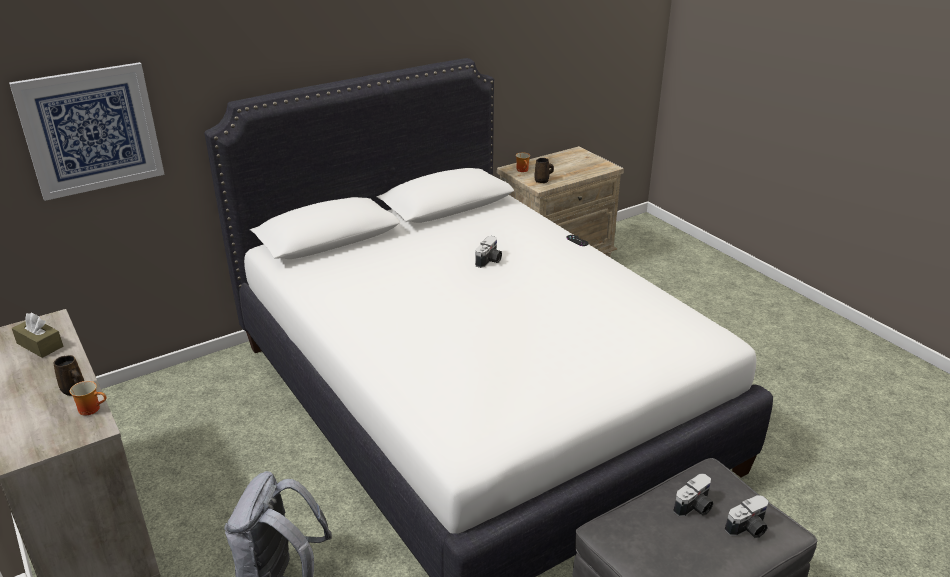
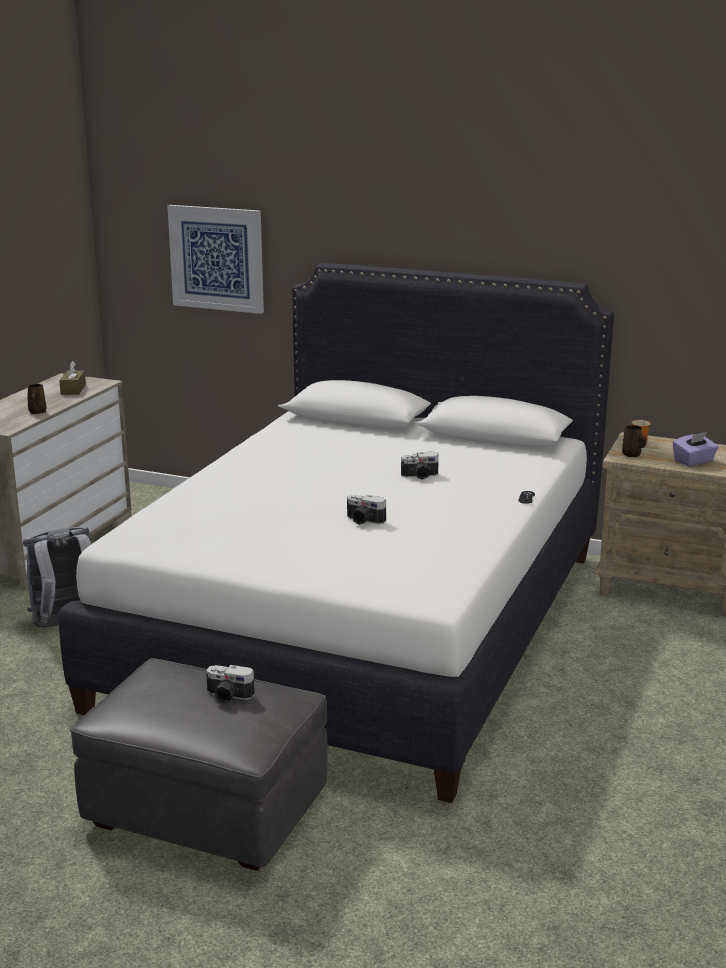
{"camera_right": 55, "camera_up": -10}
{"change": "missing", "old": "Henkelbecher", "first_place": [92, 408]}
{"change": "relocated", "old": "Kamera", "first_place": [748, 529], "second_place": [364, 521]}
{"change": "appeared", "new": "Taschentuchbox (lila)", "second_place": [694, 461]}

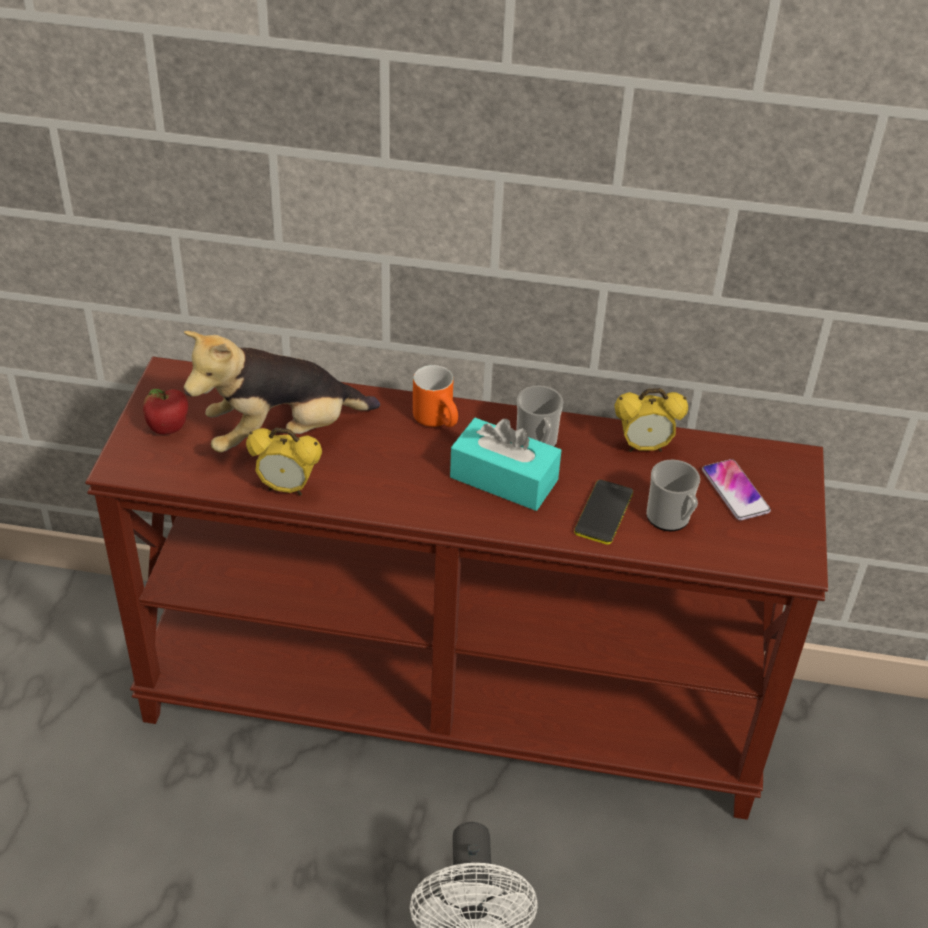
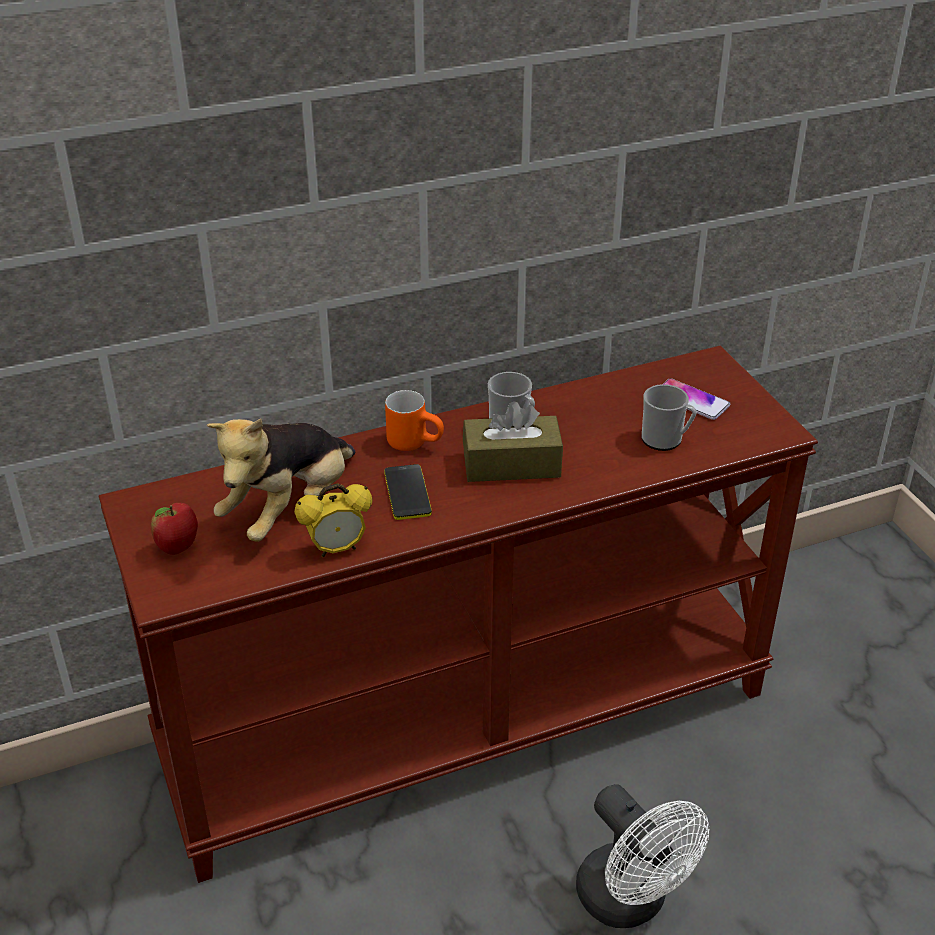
{"camera_right": -30, "camera_up": -5}
{"change": "missing", "old": "Wecker", "first_place": [644, 447]}
{"change": "colour", "old": "Taschentuchbox (türkis)", "new": "Taschentuchbox (braun)", "first_place": [504, 479], "second_place": [511, 464]}
{"change": "relocated", "old": "Handy", "first_place": [604, 512], "second_place": [407, 493]}

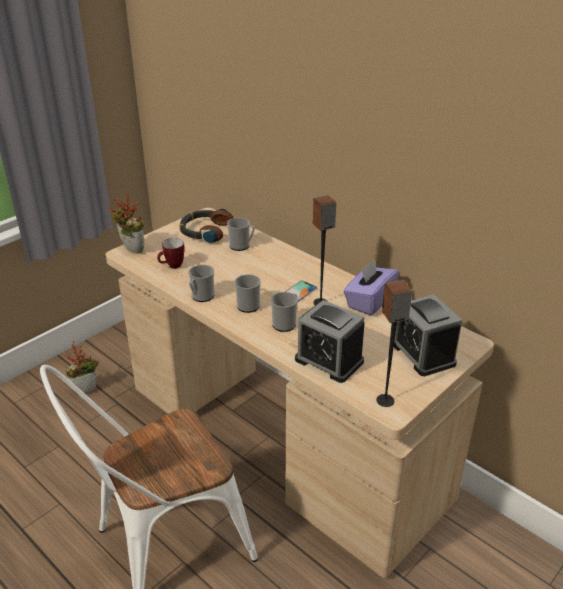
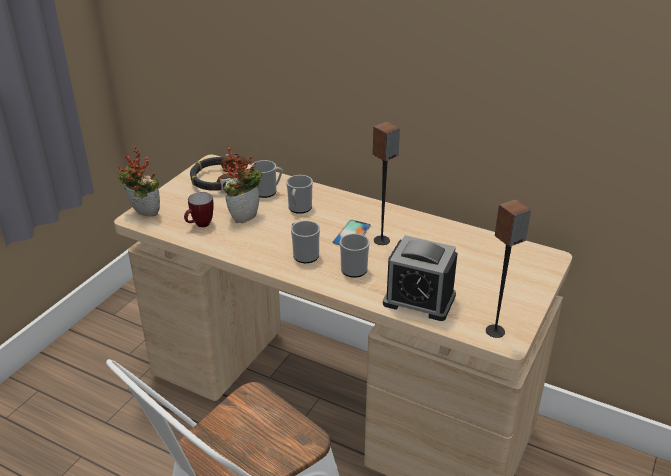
{"camera_right": -15, "camera_up": 0}
{"change": "missing", "old": "Taschentuchbox (lila)", "first_place": [369, 301]}
{"change": "relocated", "old": "Henkelbecher", "first_place": [201, 297], "second_place": [299, 209]}
{"change": "missing", "old": "Wecker", "first_place": [423, 354]}
{"change": "relocated", "old": "Topfpflanze", "first_place": [86, 389], "second_place": [244, 216]}

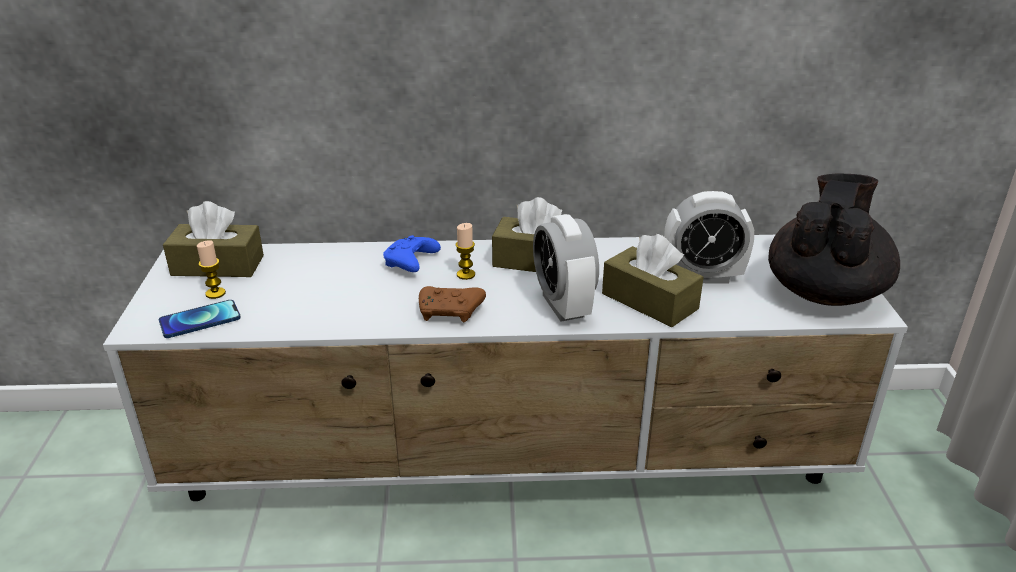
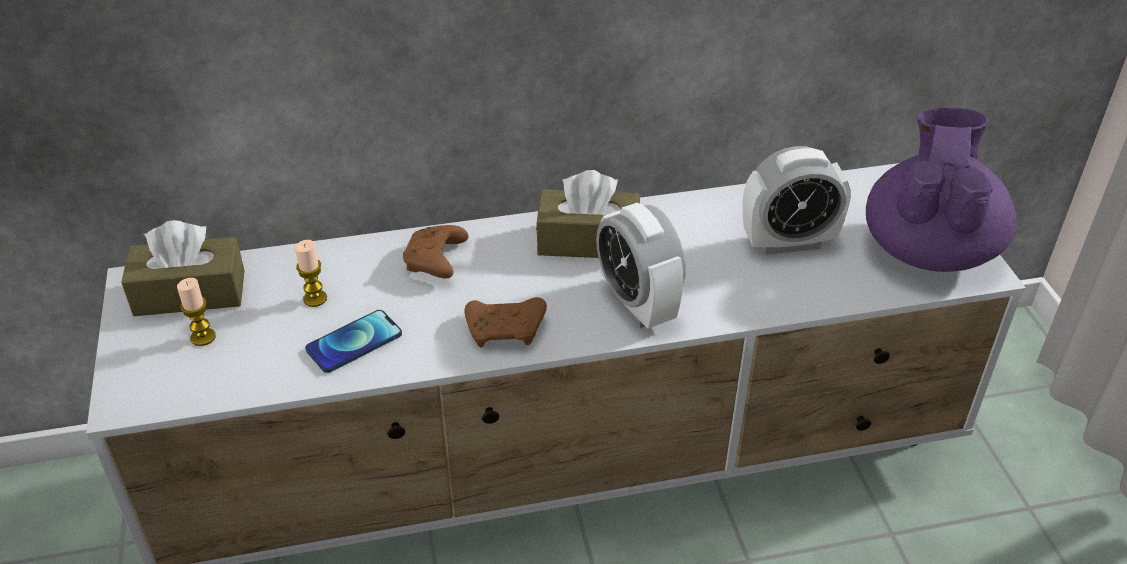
{"camera_right": -10, "camera_up": 10}
{"change": "colour", "old": "Teekanne (schwarz)", "new": "Teekanne (lila)", "first_place": [824, 291], "second_place": [929, 248]}
{"change": "relocated", "old": "Kerze", "first_place": [466, 274], "second_place": [315, 298]}
{"change": "missing", "old": "Taschentuchbox (braun)", "first_place": [649, 301]}
{"change": "colour", "old": "Gamepad (blau)", "new": "Gamepad (braun)", "first_place": [411, 263], "second_place": [436, 262]}
{"change": "relocated", "old": "Handy", "first_place": [200, 320], "second_place": [354, 342]}

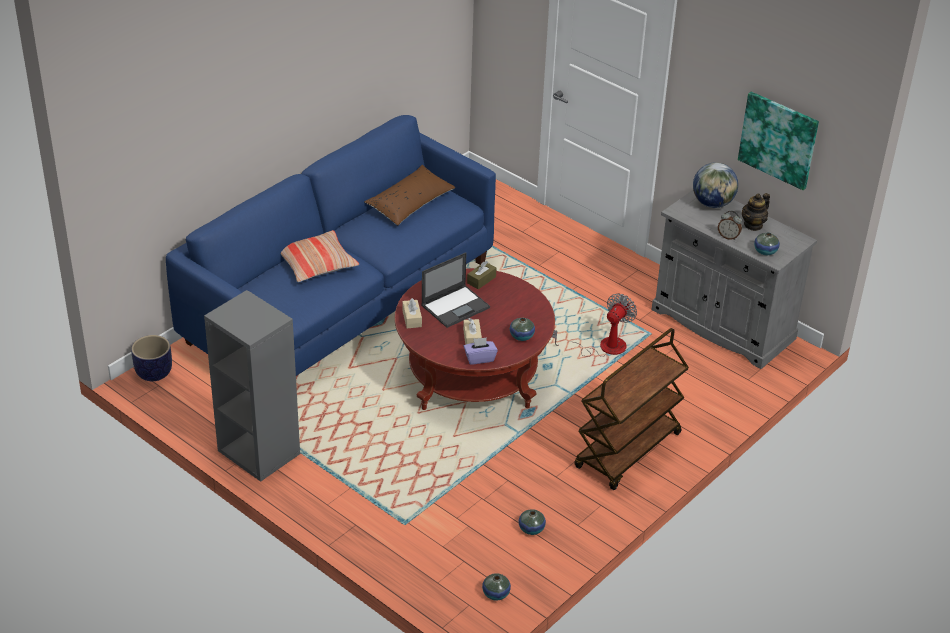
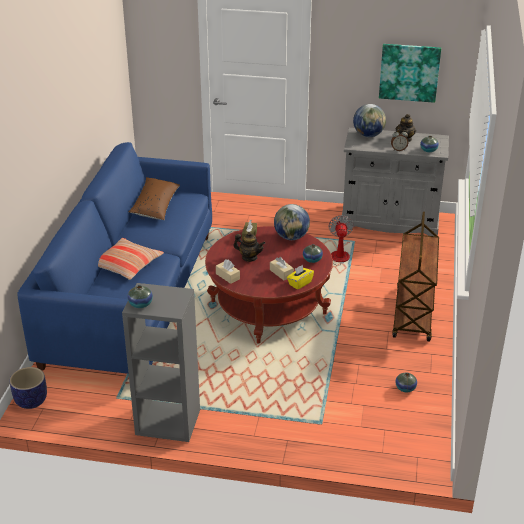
{"camera_right": -30, "camera_up": -5}
{"change": "exchanged", "old": "Laptop", "new": "Teekanne", "first_place": [456, 306], "second_place": [249, 258]}
{"change": "colour", "old": "Taschentuchbox (lila)", "new": "Taschentuchbox (gelb)", "first_place": [479, 358], "second_place": [300, 283]}
{"change": "relocated", "old": "Vase", "first_place": [496, 594], "second_place": [140, 304]}
{"change": "appeared", "new": "Globus", "second_place": [291, 237]}

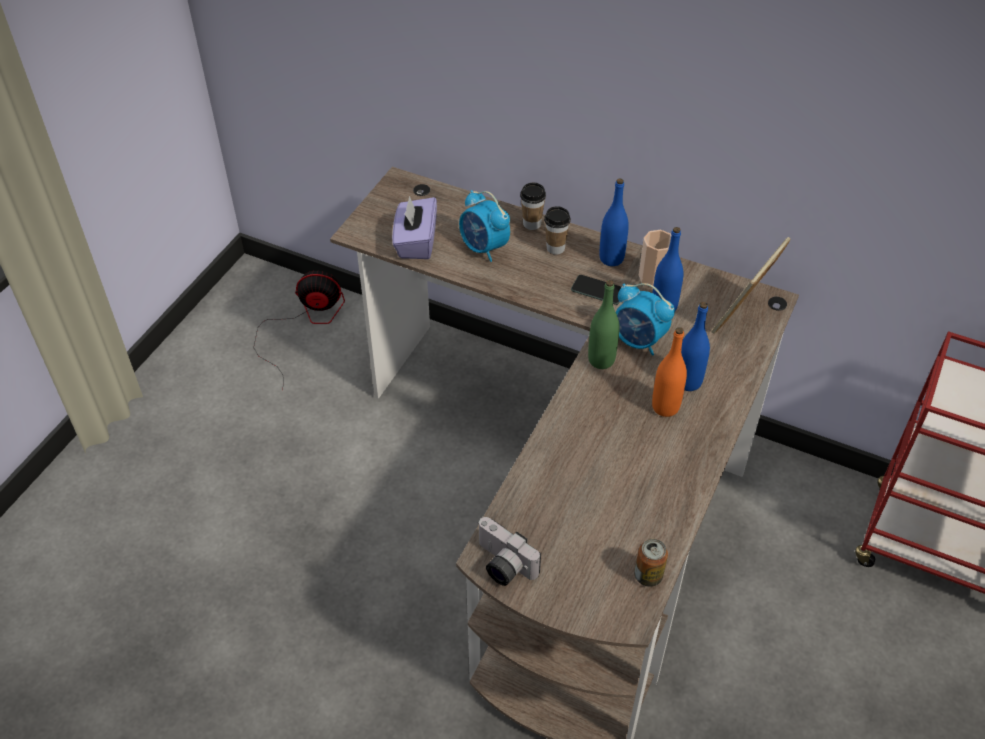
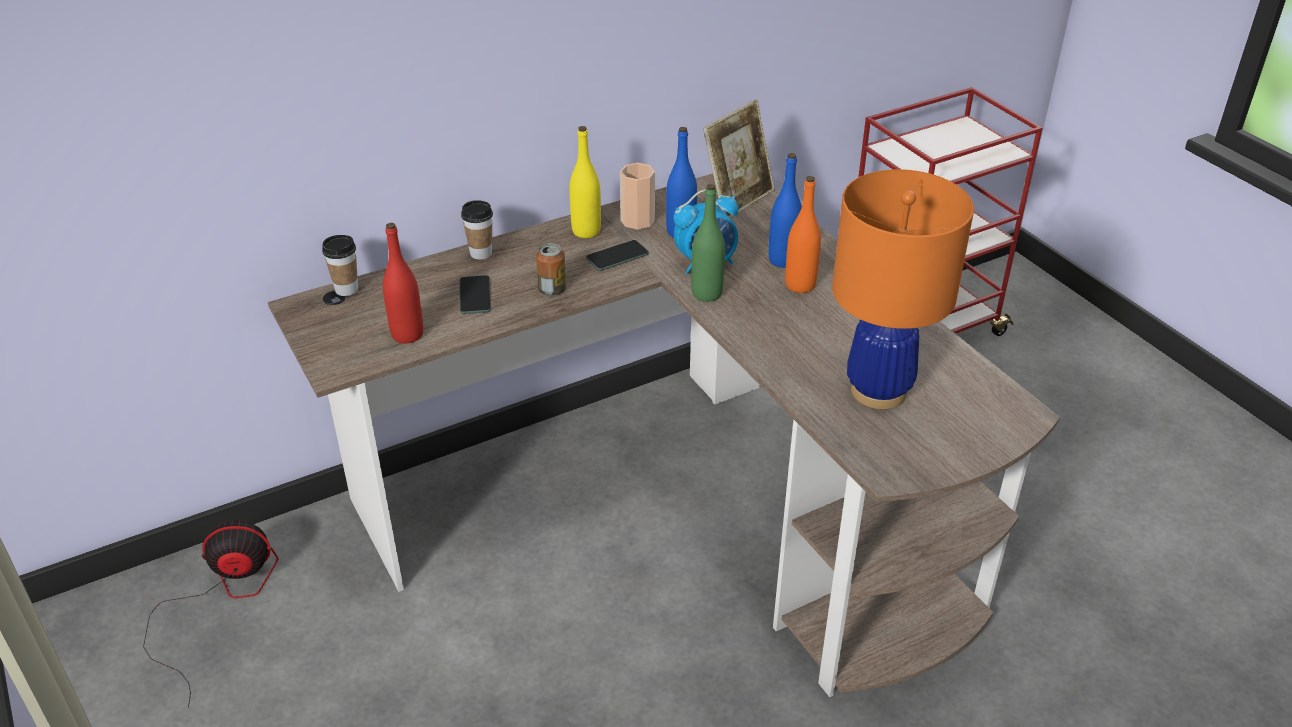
{"camera_right": -55, "camera_up": -10}
{"change": "colour", "old": "Flasche (blau)", "new": "Flasche (gelb)", "first_place": [611, 258], "second_place": [586, 231]}
{"change": "exchanged", "old": "Wecker", "new": "Handy", "first_place": [484, 248], "second_place": [475, 295]}
{"change": "exchanged", "old": "Taschentuchbox (lila)", "new": "Flasche (rot)", "first_place": [416, 242], "second_place": [407, 335]}
{"change": "relocated", "old": "Tasse", "first_place": [555, 248], "second_place": [346, 289]}
{"change": "spun", "old": "Bilderrahmen", "first_place": [742, 317], "second_place": [738, 200], "degrees": -120}
{"change": "spun", "old": "Ventilator", "first_place": [304, 325], "second_place": [220, 602], "degrees": 45}
{"change": "missing", "old": "Kamera", "first_place": [502, 565]}
{"change": "relocated", "old": "Dose", "first_place": [648, 575], "second_place": [552, 290]}
{"change": "appeared", "new": "Tischlampe (orange)", "second_place": [879, 391]}

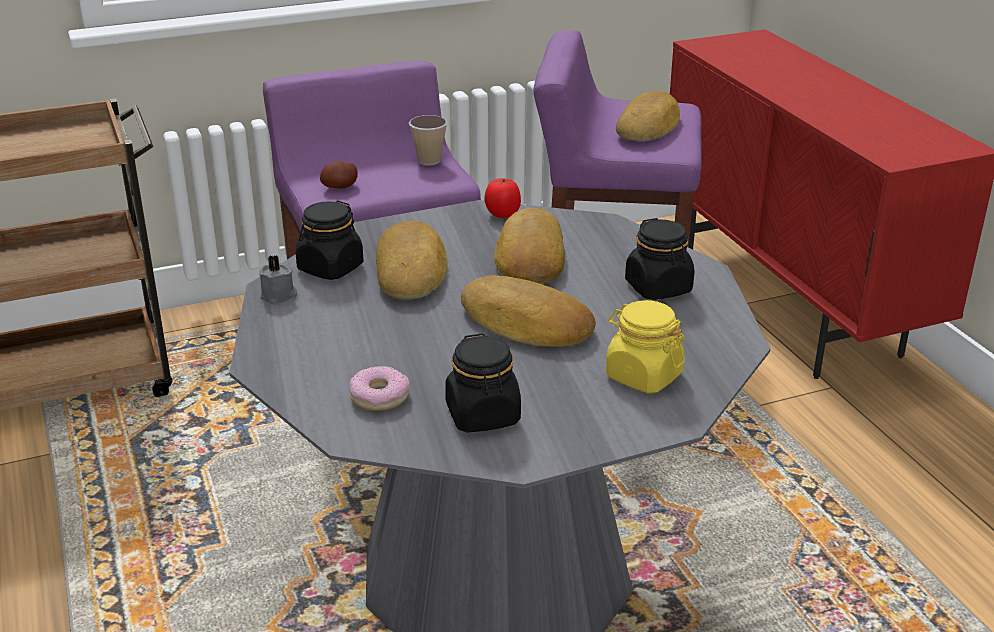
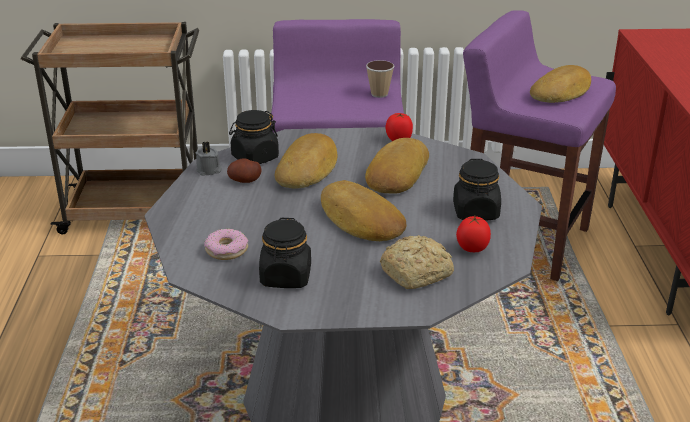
{"camera_right": 20, "camera_up": 0}
{"change": "relocated", "old": "Kartoffel", "first_place": [340, 187], "second_place": [245, 180]}
{"change": "exchanged", "old": "Vorratsglas (gelb)", "new": "Brot", "first_place": [643, 376], "second_place": [418, 273]}
{"change": "appeared", "new": "Tomate", "second_place": [471, 249]}

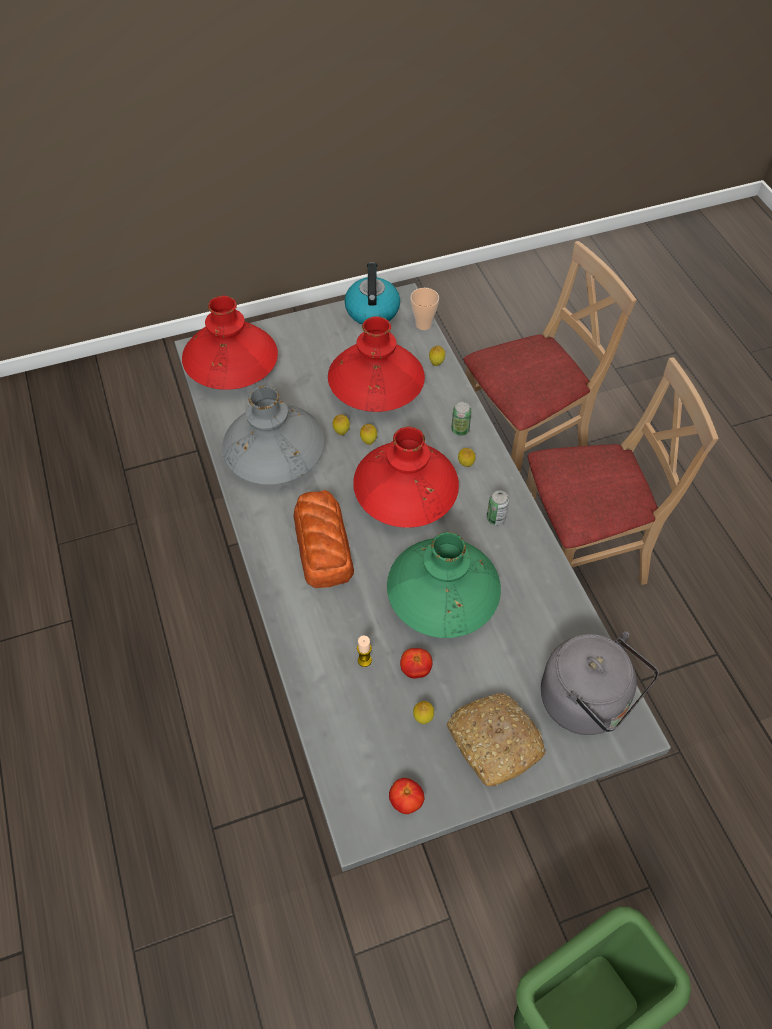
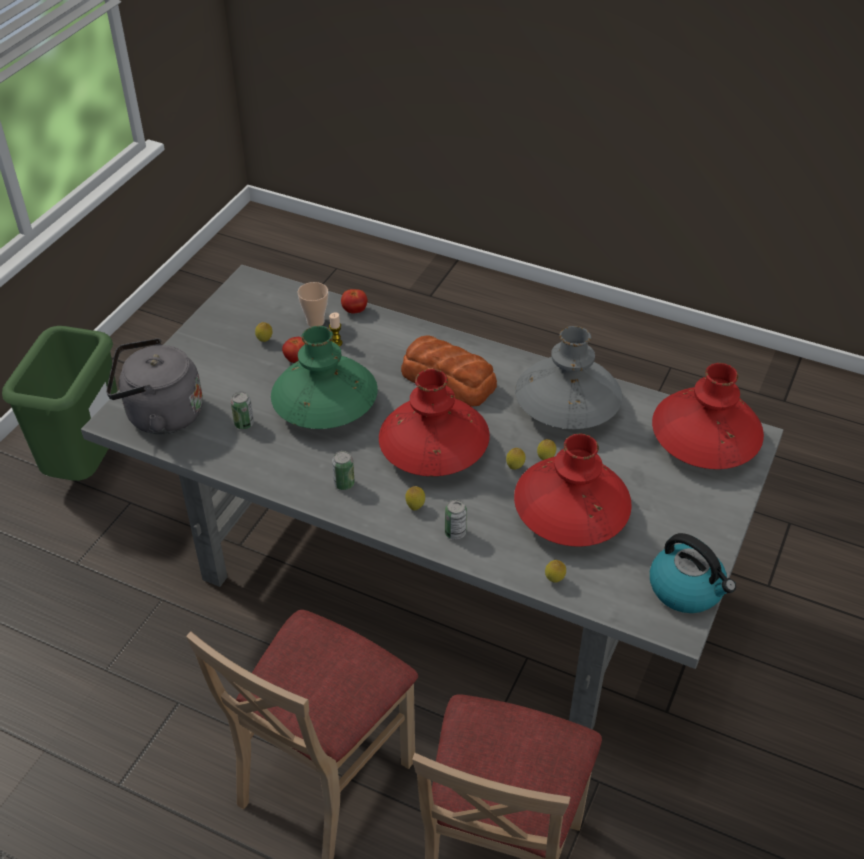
{"camera_right": 135, "camera_up": -10}
{"change": "relocated", "old": "Tasse", "first_place": [423, 324], "second_place": [315, 322]}
{"change": "missing", "old": "Brot", "first_place": [493, 742]}
{"change": "relocated", "old": "Tomate", "first_place": [406, 801], "second_place": [354, 310]}
{"change": "appeared", "new": "Dose", "second_place": [244, 424]}

